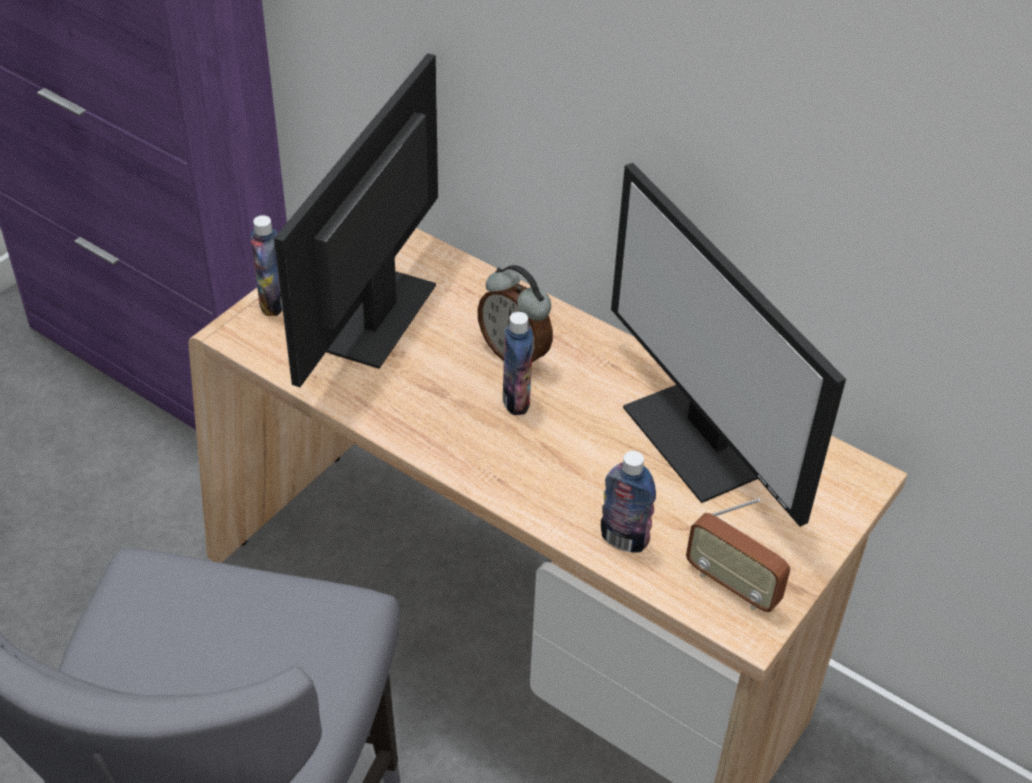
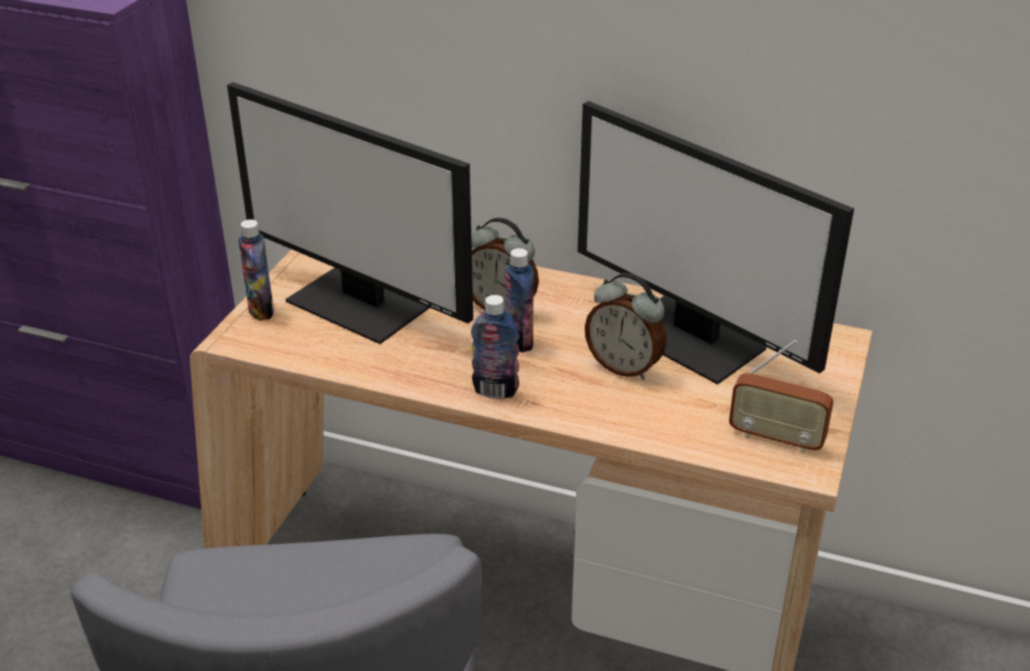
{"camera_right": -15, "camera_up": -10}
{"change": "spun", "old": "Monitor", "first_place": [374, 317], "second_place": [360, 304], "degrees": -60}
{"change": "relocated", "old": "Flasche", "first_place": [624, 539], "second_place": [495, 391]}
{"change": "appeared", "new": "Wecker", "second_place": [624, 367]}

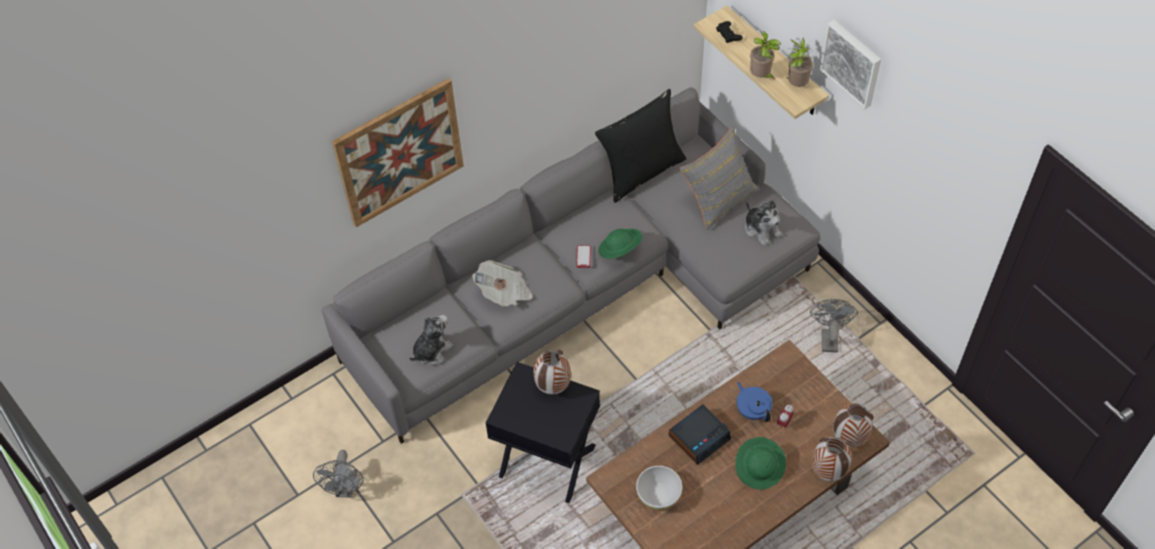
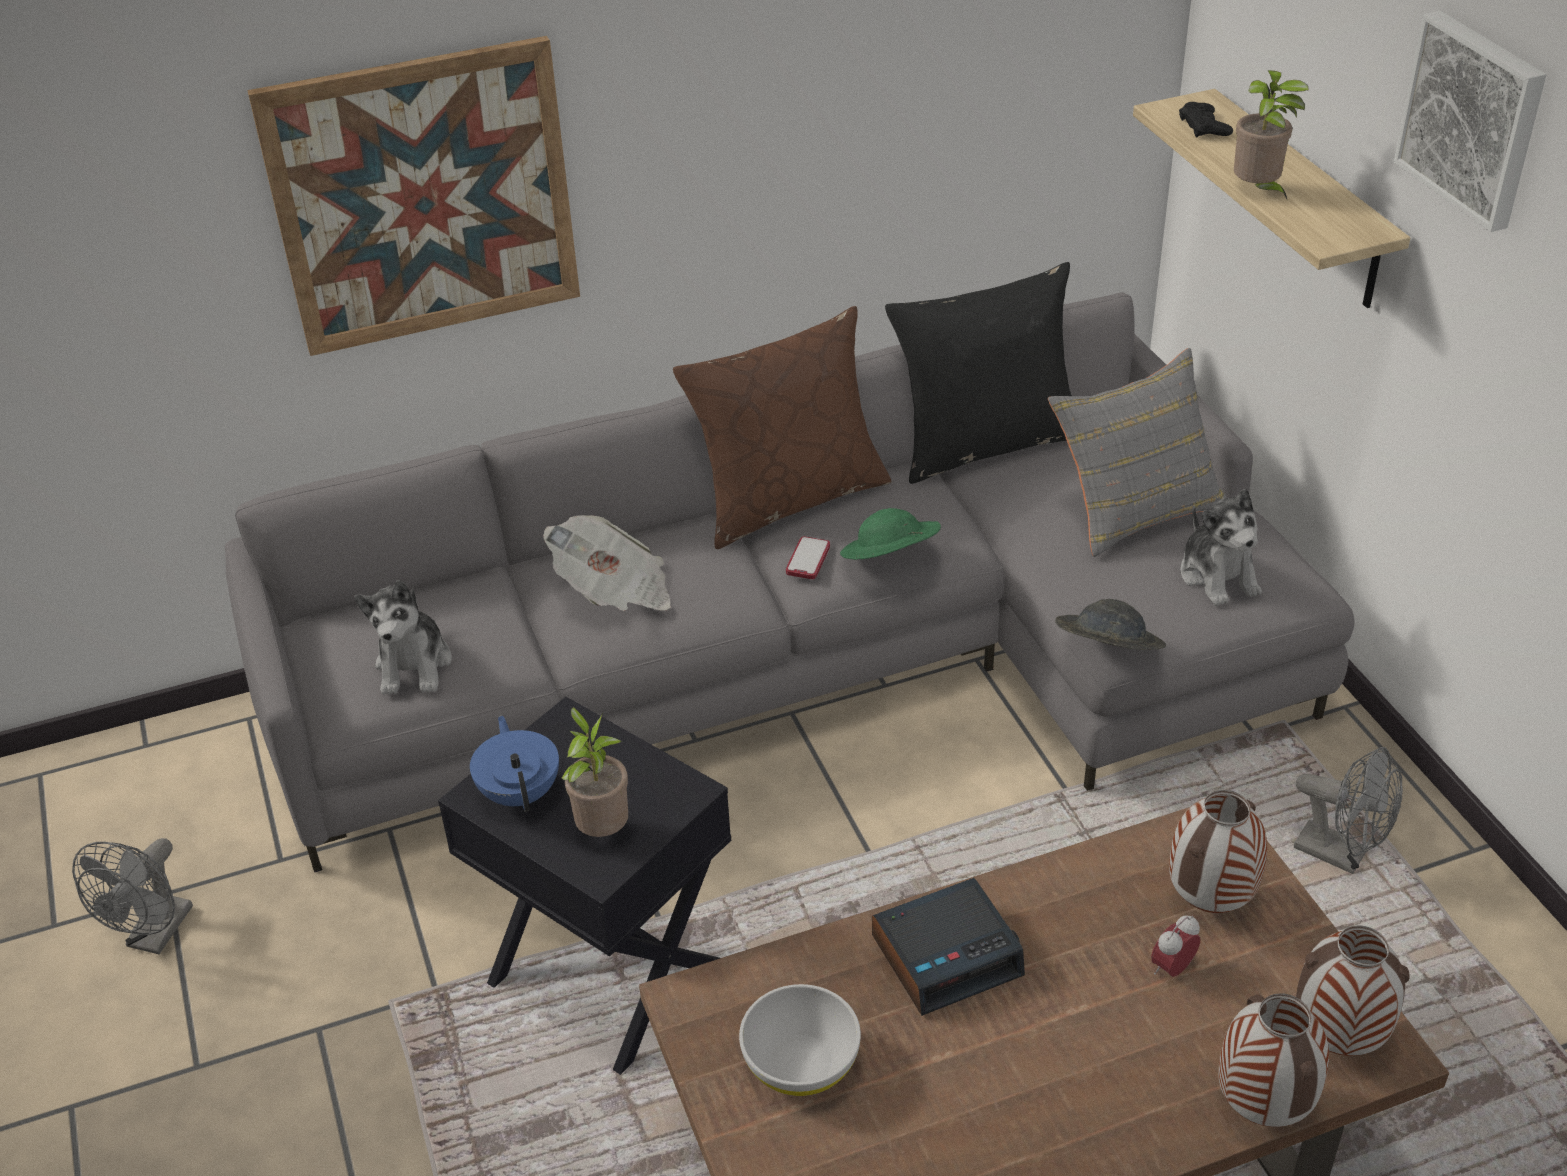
{"camera_right": 15, "camera_up": -15}
{"change": "relocated", "old": "Topfpflanze", "first_place": [796, 84], "second_place": [602, 830]}
{"change": "spun", "old": "Ventilator (grau)", "first_place": [828, 337], "second_place": [1341, 854], "degrees": 105}
{"change": "spun", "old": "Plüschtier", "first_place": [431, 350], "second_place": [414, 665], "degrees": 120}
{"change": "relocated", "old": "Vase", "first_place": [553, 387], "second_place": [1209, 904]}
{"change": "relocated", "old": "Teekanne (blau)", "first_place": [752, 410], "second_place": [520, 792]}
{"change": "missing", "old": "Hut (grün)", "first_place": [759, 469]}
{"change": "appeared", "new": "Kissen (braun)", "second_place": [788, 498]}
{"change": "appeared", "new": "Hut (grau)", "second_place": [1106, 652]}

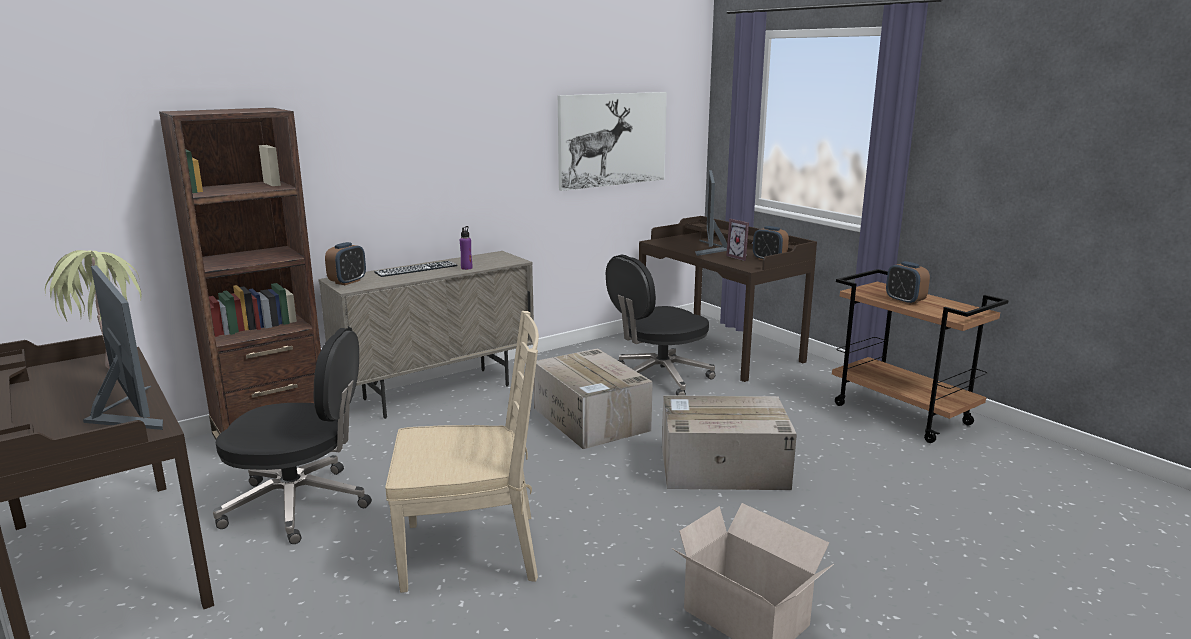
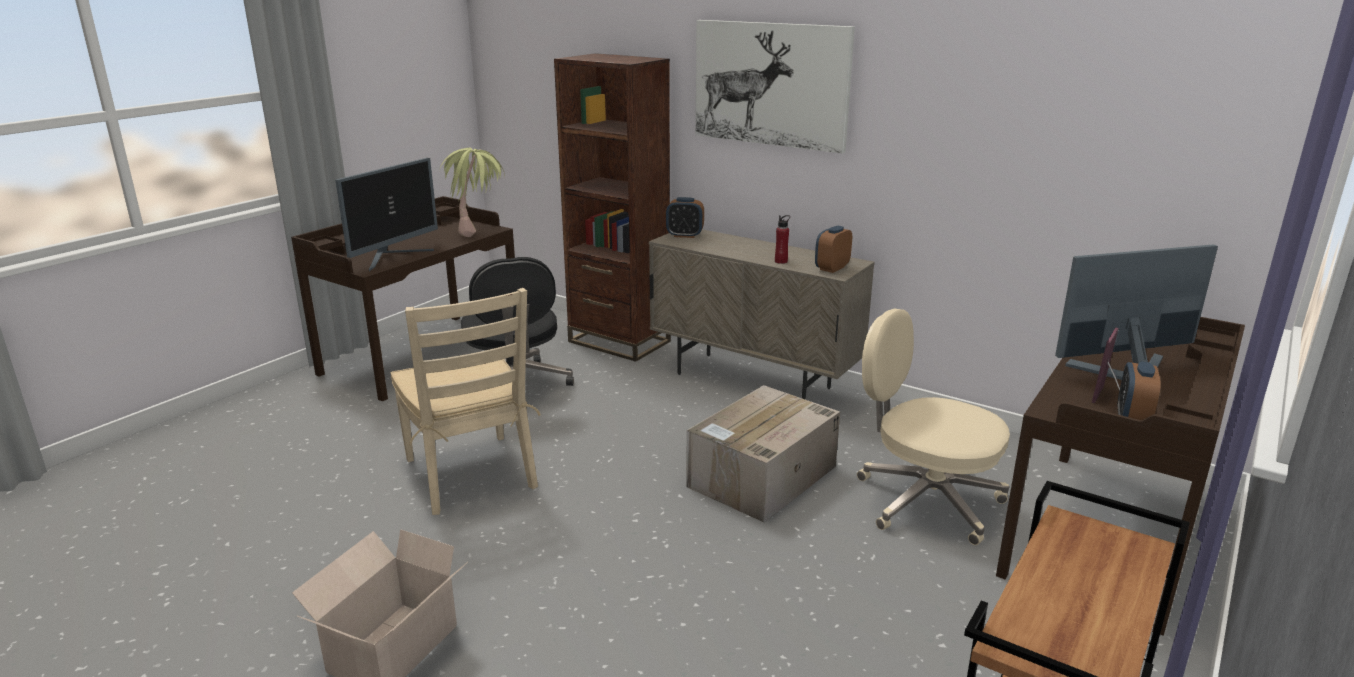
{"camera_right": 70, "camera_up": 5}
{"change": "relocated", "old": "Bild", "first_place": [612, 139], "second_place": [770, 84]}
{"change": "colour", "old": "Flasche (lila)", "new": "Flasche (rot)", "first_place": [466, 268], "second_place": [781, 261]}
{"change": "colour", "old": "Bürostuhl (schwarz)", "new": "Bürostuhl (beige)", "first_place": [658, 379], "second_place": [925, 500]}
{"change": "missing", "old": "Tastatur", "first_place": [416, 269]}
{"change": "relocated", "old": "Wecker", "first_place": [904, 301], "second_place": [832, 268]}
{"change": "missing", "old": "Karton", "first_place": [721, 467]}

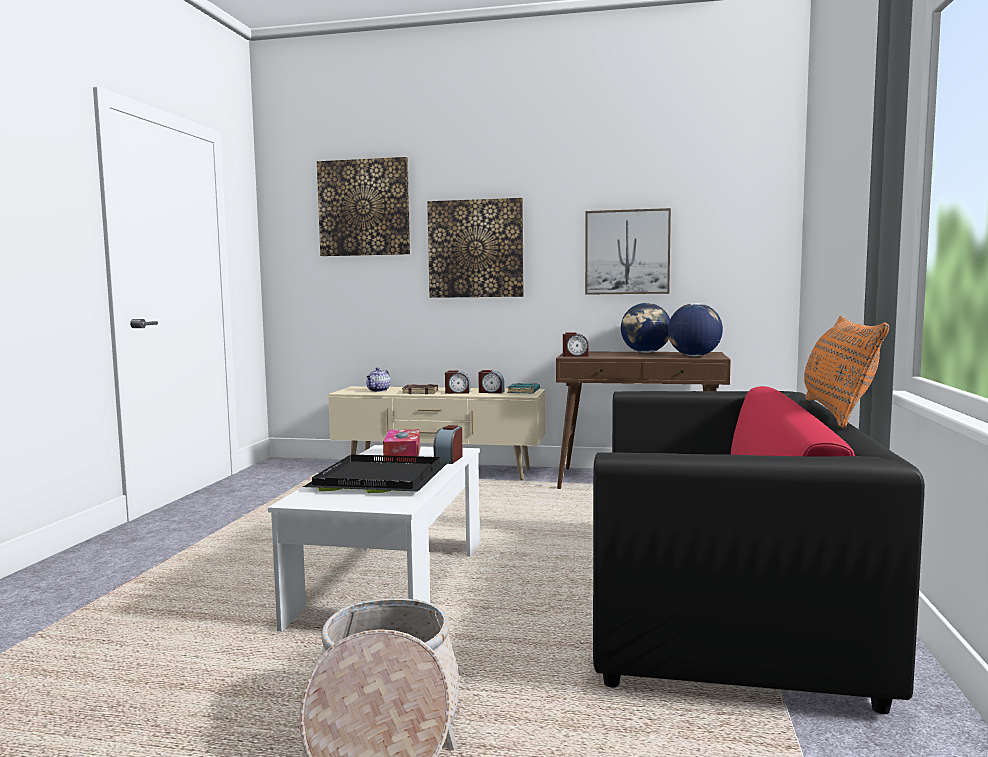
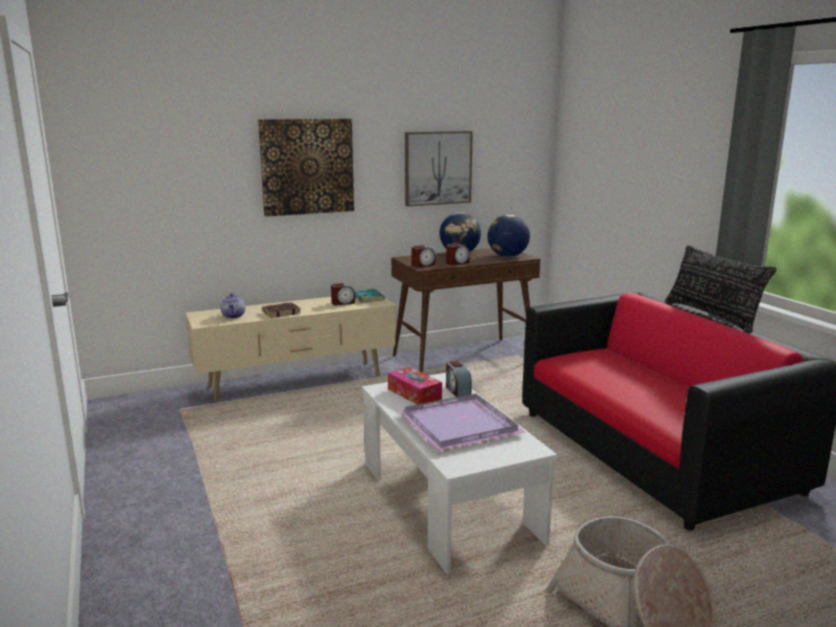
{"camera_right": -35, "camera_up": 10}
{"change": "missing", "old": "Bild", "first_place": [364, 208]}
{"change": "colour", "old": "Kissen (orange)", "new": "Kissen (schwarz)", "first_place": [837, 413], "second_place": [711, 315]}
{"change": "relocated", "old": "Wecker", "first_place": [457, 392], "second_place": [457, 263]}
{"change": "colour", "old": "Tablett (schwarz)", "new": "Tablett (lila)", "first_place": [382, 479], "second_place": [460, 424]}

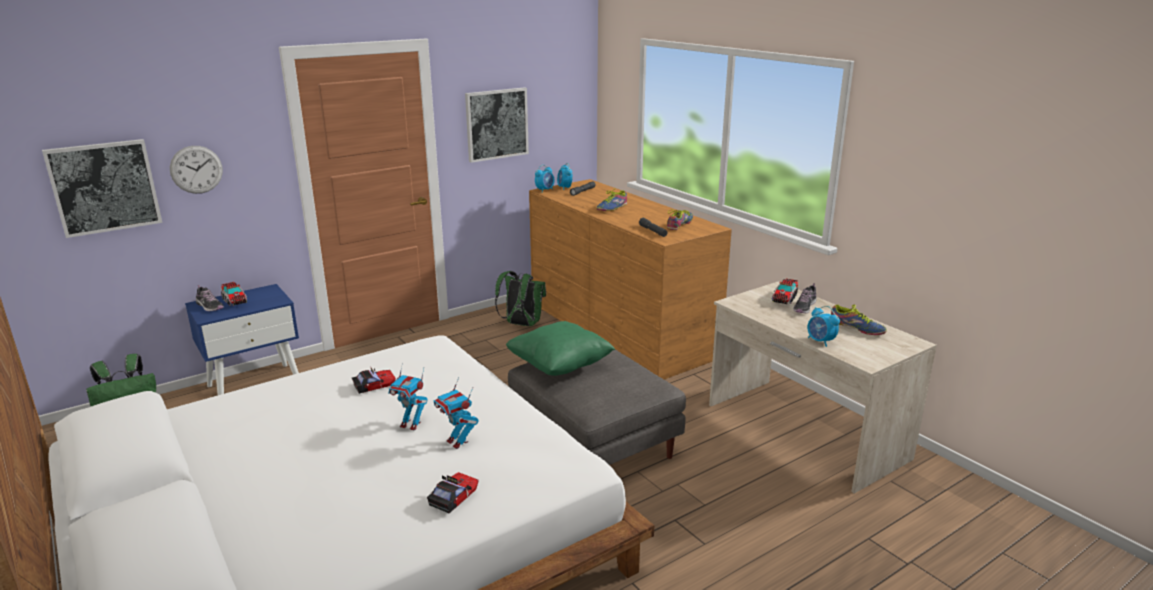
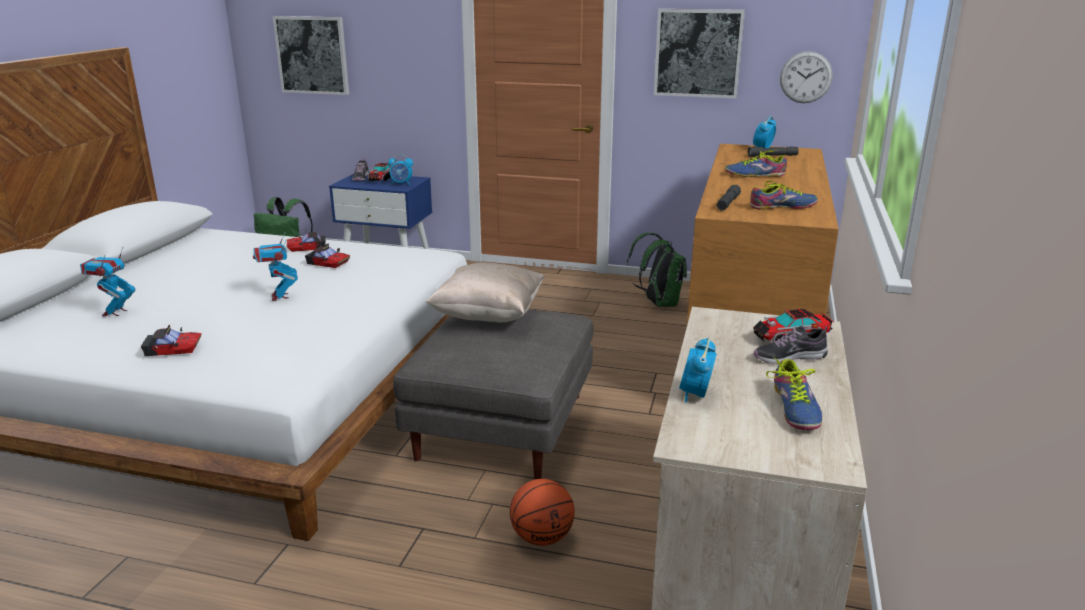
{"camera_right": 50, "camera_up": 0}
{"change": "relocated", "old": "Wanduhr", "first_place": [196, 169], "second_place": [806, 77]}
{"change": "relocated", "old": "Wecker", "first_place": [545, 190], "second_place": [401, 184]}
{"change": "colour", "old": "Kissen (grün)", "new": "Kissen (beige)", "first_place": [559, 366], "second_place": [488, 316]}
{"change": "relocated", "old": "Spielzeugroboter", "first_place": [457, 442], "second_place": [115, 312]}
{"change": "appeared", "new": "Spielzeugauto", "second_place": [307, 247]}
{"change": "appeared", "new": "Basketball", "second_place": [541, 537]}

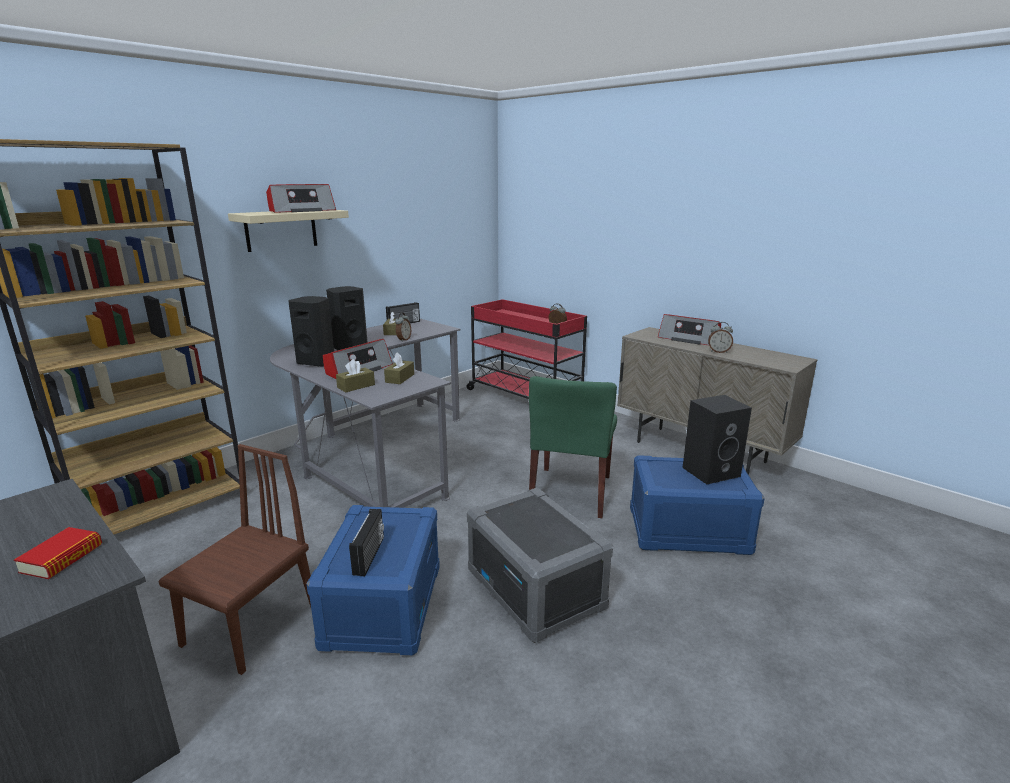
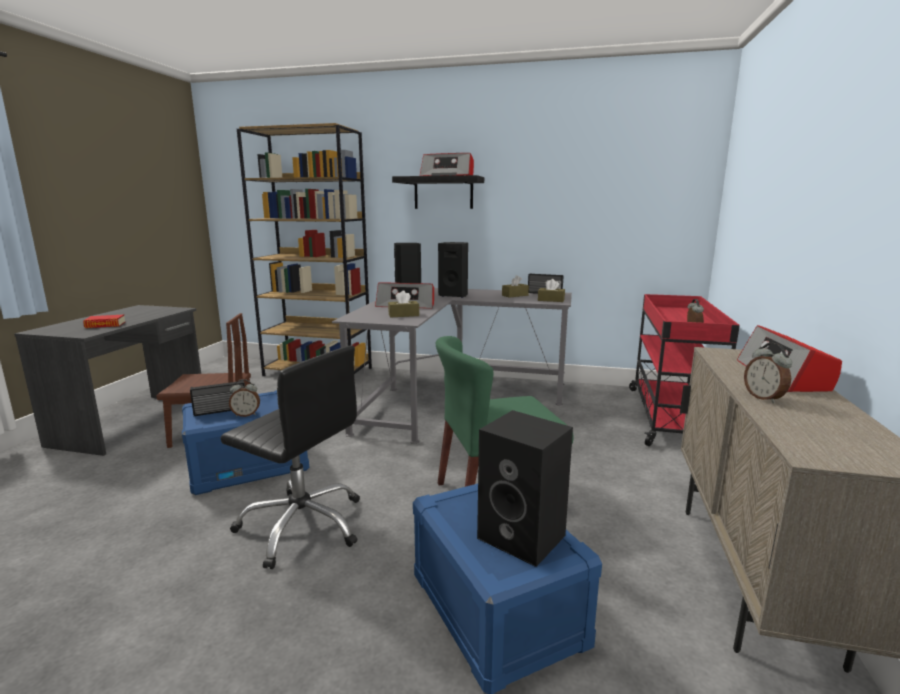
{"camera_right": 60, "camera_up": -5}
{"change": "colour", "old": "Wandregal (beige)", "new": "Wandregal (schwarz)", "first_place": [281, 230], "second_place": [443, 193]}
{"change": "relocated", "old": "Wecker", "first_place": [403, 340], "second_place": [246, 415]}
{"change": "relocated", "old": "Taschentuchbox (braun)", "first_place": [356, 386], "second_place": [551, 300]}
{"change": "exchanged", "old": "Aufbewahrungsbox (grau)", "new": "Bürostuhl (schwarz)", "first_place": [536, 589], "second_place": [302, 525]}

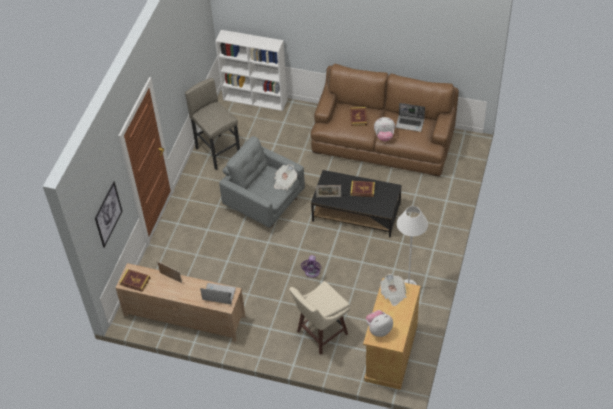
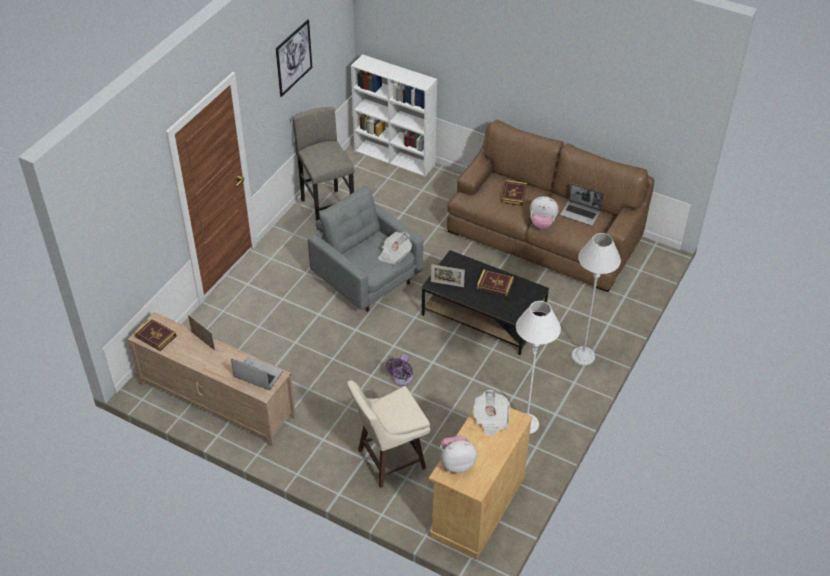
{"camera_right": 10, "camera_up": -5}
{"change": "relocated", "old": "Bild", "first_place": [108, 214], "second_place": [294, 58]}
{"change": "appeared", "new": "Stehlampe (grau)", "second_place": [583, 356]}

